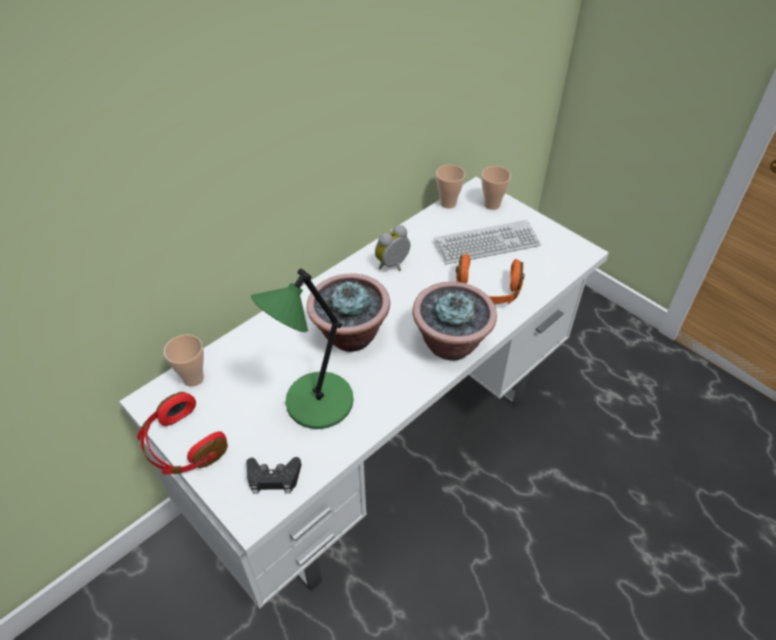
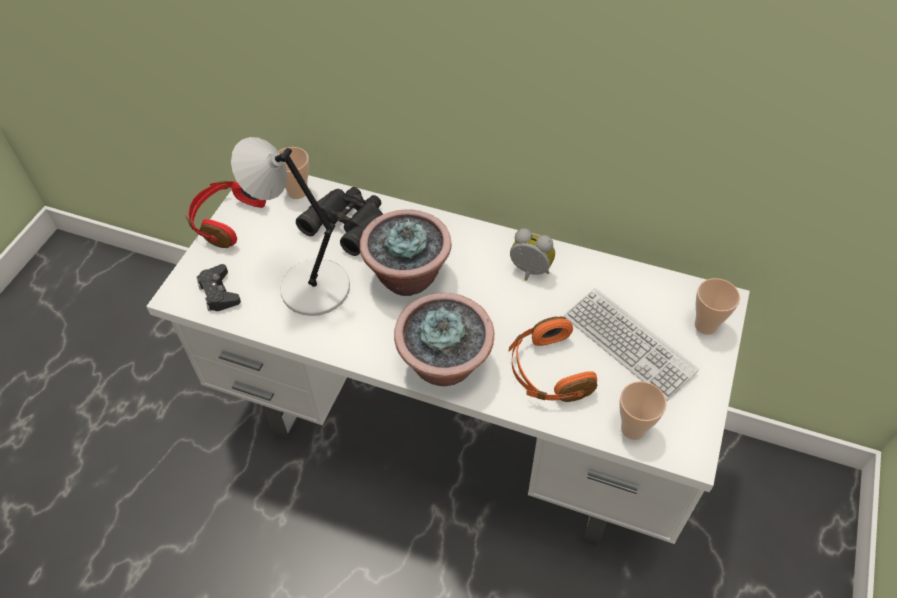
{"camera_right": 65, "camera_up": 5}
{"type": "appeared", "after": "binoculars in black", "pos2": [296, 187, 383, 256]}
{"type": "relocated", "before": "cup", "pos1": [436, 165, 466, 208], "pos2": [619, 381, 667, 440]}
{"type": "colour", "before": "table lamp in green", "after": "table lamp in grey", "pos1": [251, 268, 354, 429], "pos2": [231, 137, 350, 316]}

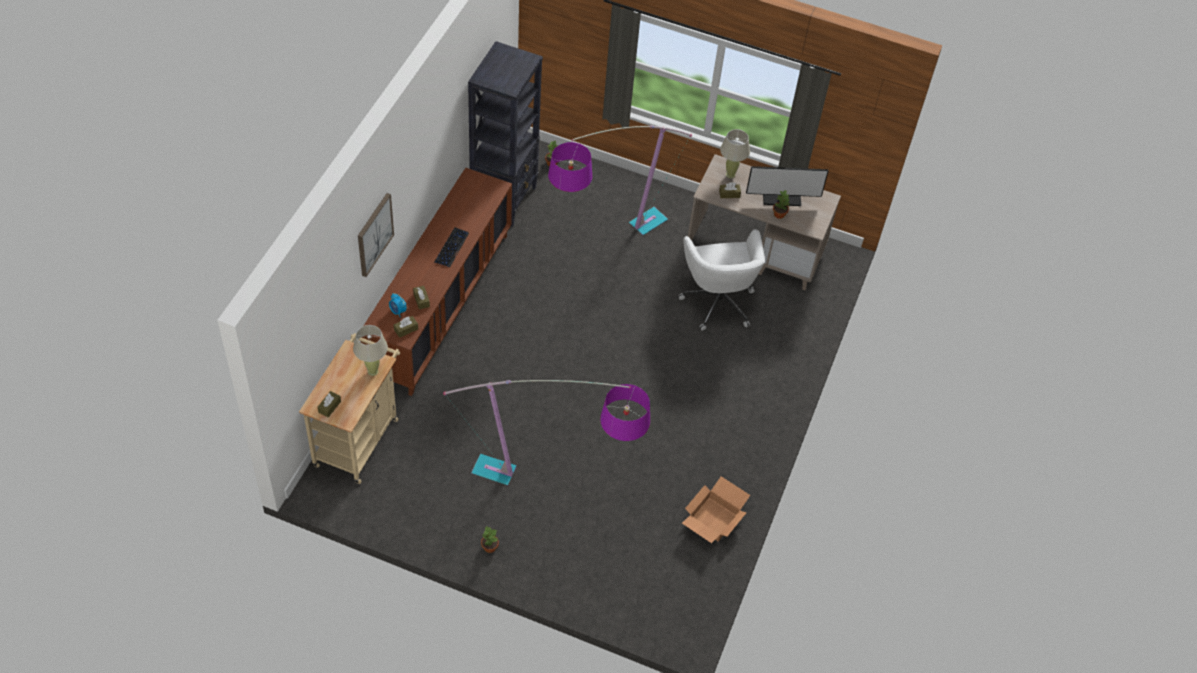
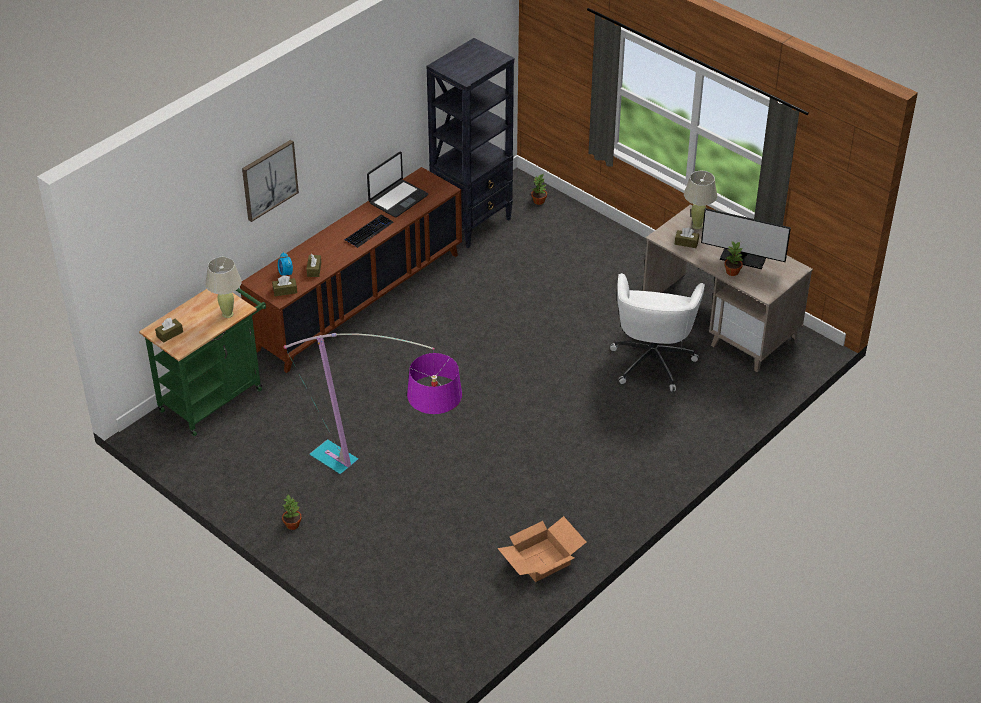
{"camera_right": 25, "camera_up": -10}
{"type": "missing", "before": "floor lamp", "pos1": [548, 125, 692, 235]}
{"type": "appeared", "after": "laptop", "pos2": [367, 152, 428, 217]}
{"type": "colour", "before": "cart in beige", "after": "cart in green", "pos1": [299, 333, 400, 484], "pos2": [139, 288, 266, 436]}

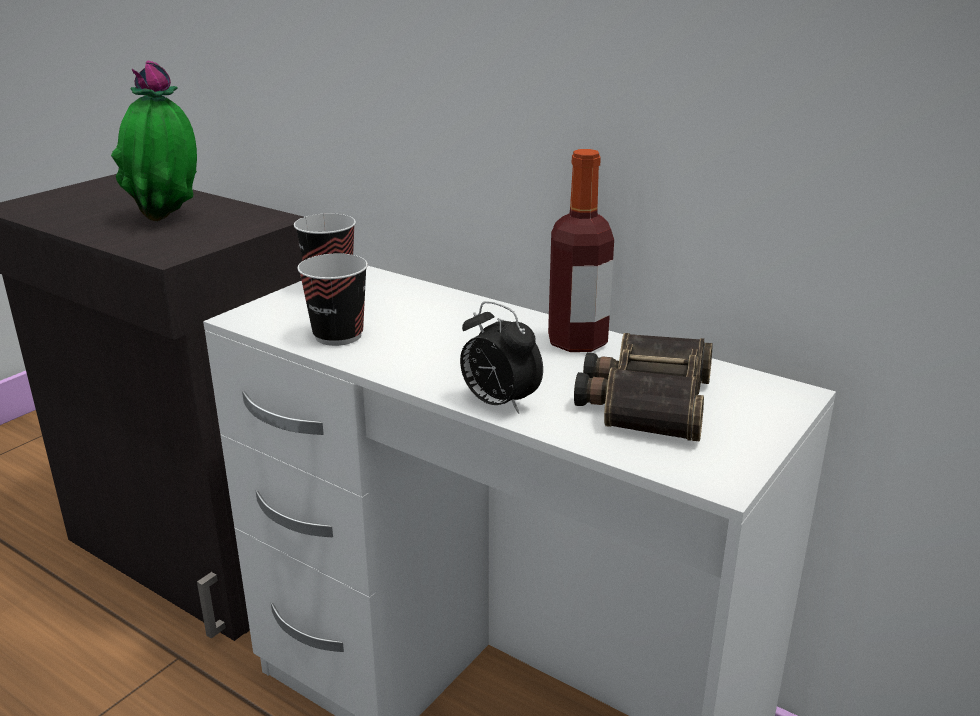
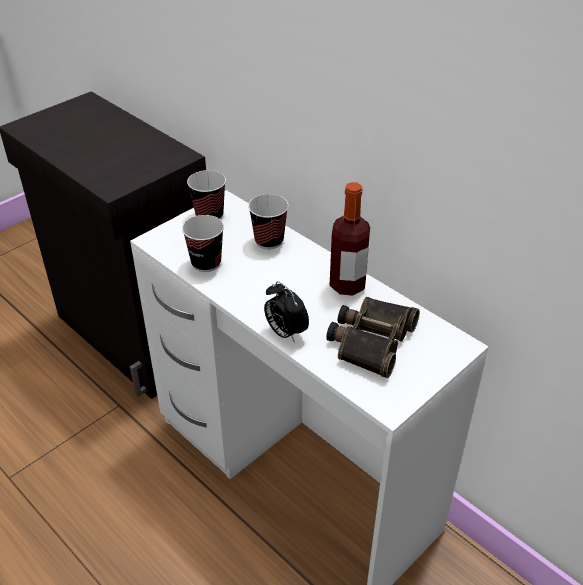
{"camera_right": 10, "camera_up": 15}
{"type": "missing", "before": "potted plant", "pos1": [111, 60, 197, 221]}
{"type": "appeared", "after": "cup", "pos2": [248, 194, 289, 249]}

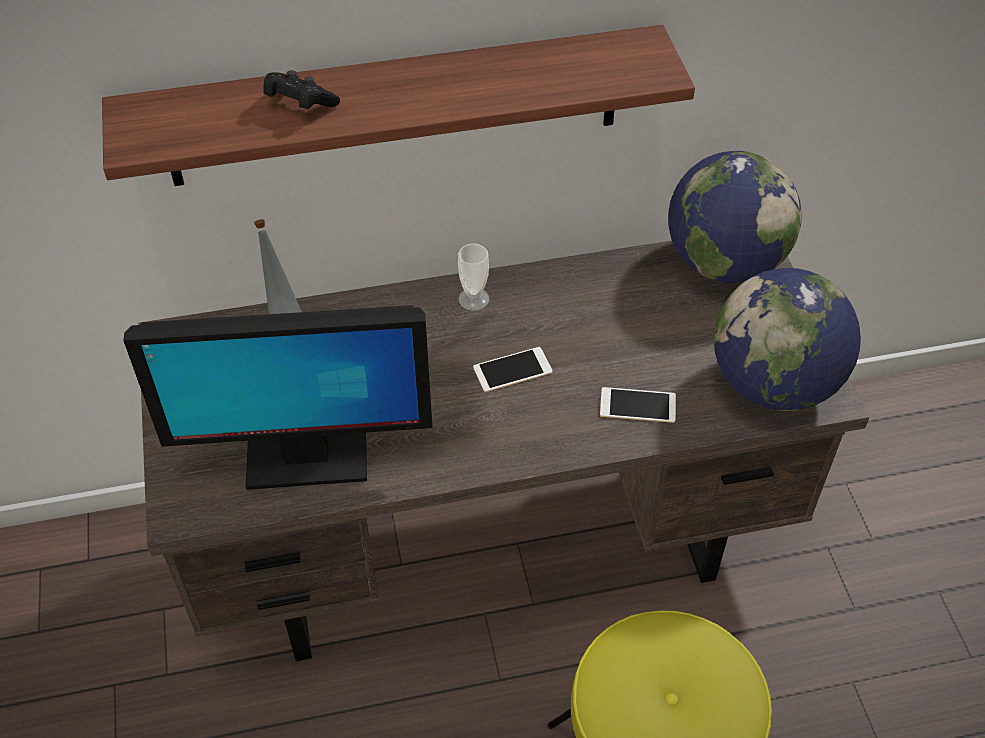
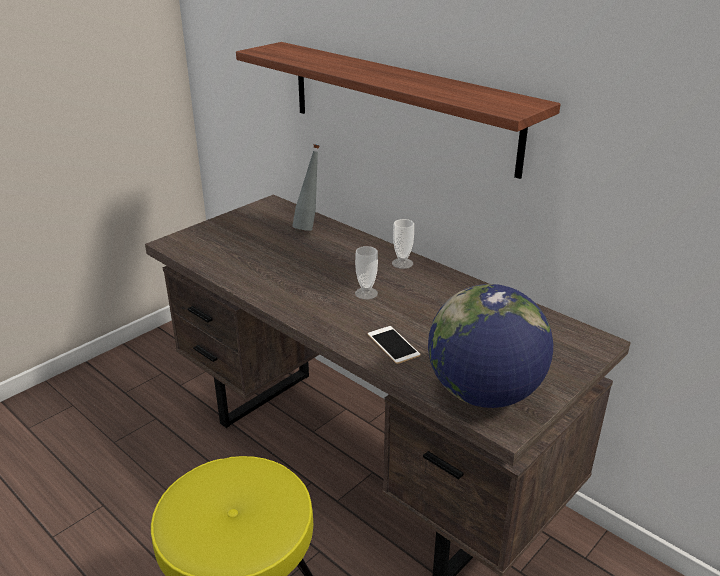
{"camera_right": 55, "camera_up": -20}
{"type": "missing", "before": "monitor", "pos1": [123, 305, 433, 490]}
{"type": "missing", "before": "game controller in black", "pos1": [263, 70, 340, 109]}
{"type": "missing", "before": "globe", "pos1": [668, 151, 802, 283]}
{"type": "exchanged", "before": "phone", "after": "cup", "pos1": [473, 347, 553, 392], "pos2": [355, 246, 378, 299]}

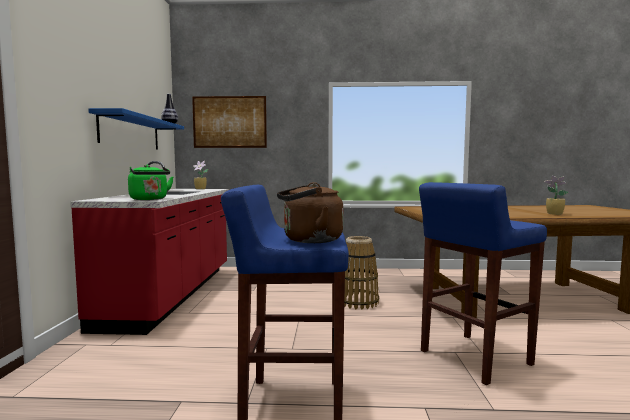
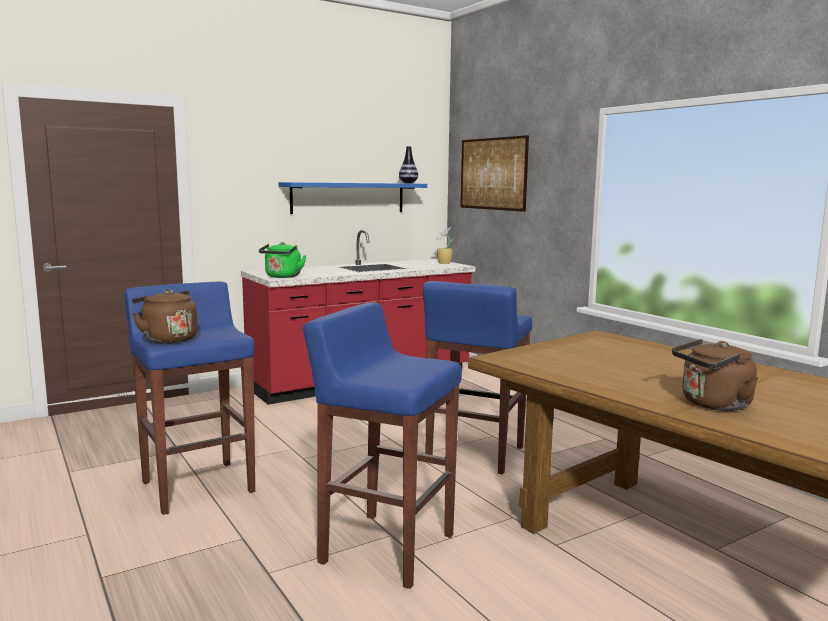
{"camera_right": 55, "camera_up": 5}
{"type": "exchanged", "before": "basket", "after": "stool in blue", "pos1": [344, 236, 379, 310], "pos2": [423, 281, 532, 474]}
{"type": "exchanged", "before": "potted plant", "after": "kettle in brown", "pos1": [544, 176, 568, 215], "pos2": [672, 339, 758, 411]}

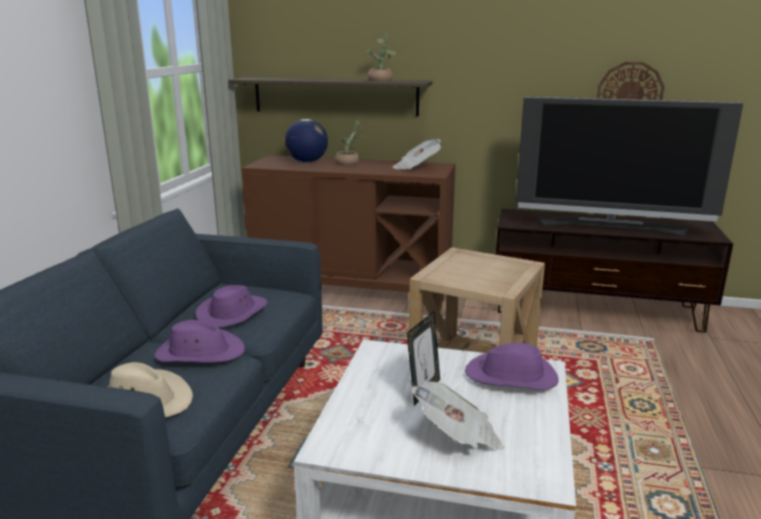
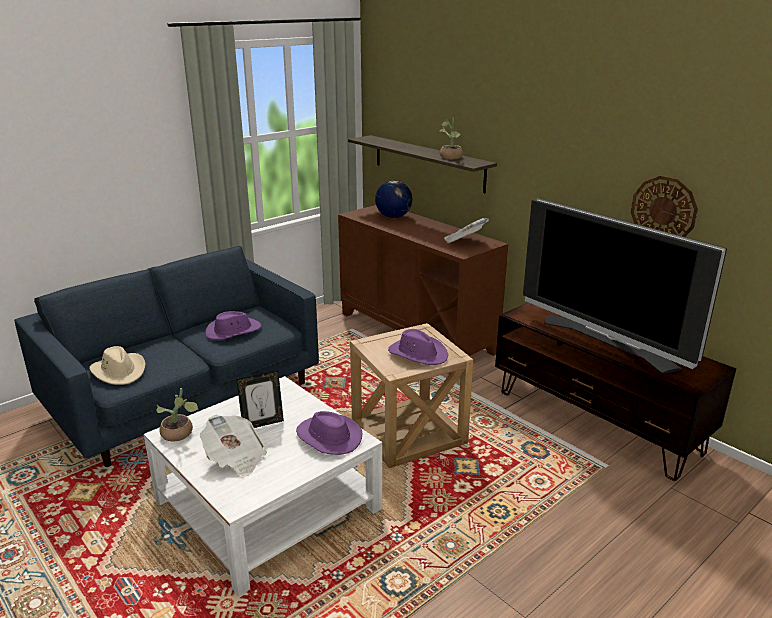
{"camera_right": 35, "camera_up": 5}
{"type": "relocated", "before": "hat in purple", "pos1": [154, 320, 245, 363], "pos2": [388, 329, 448, 365]}
{"type": "relocated", "before": "potted plant", "pos1": [335, 120, 365, 166], "pos2": [157, 388, 198, 441]}

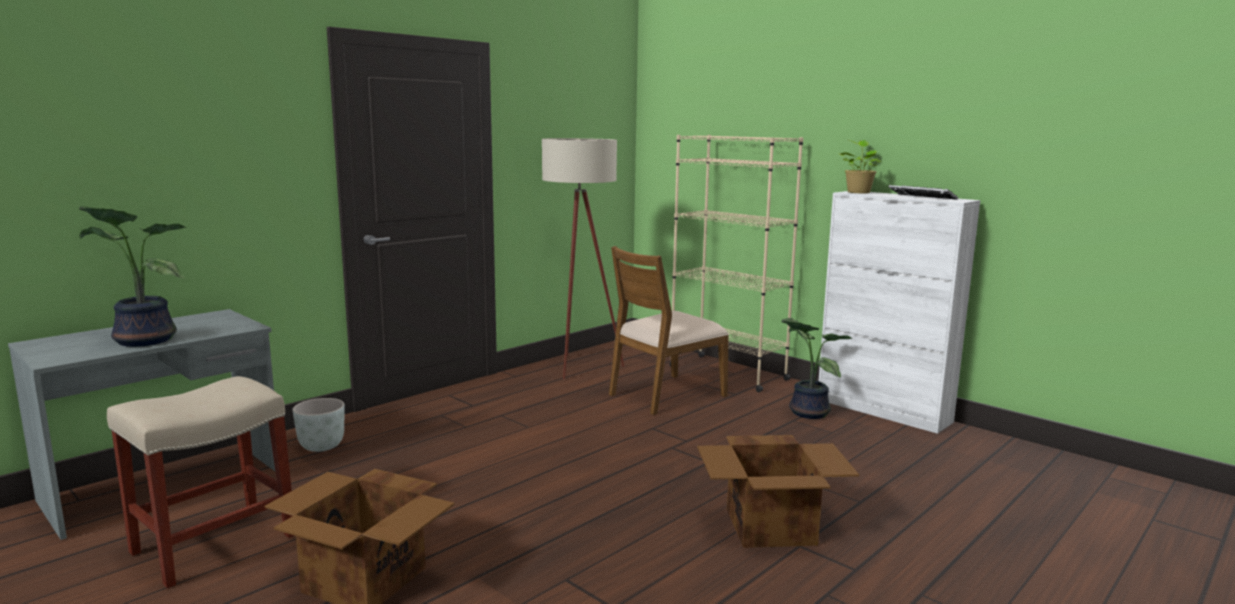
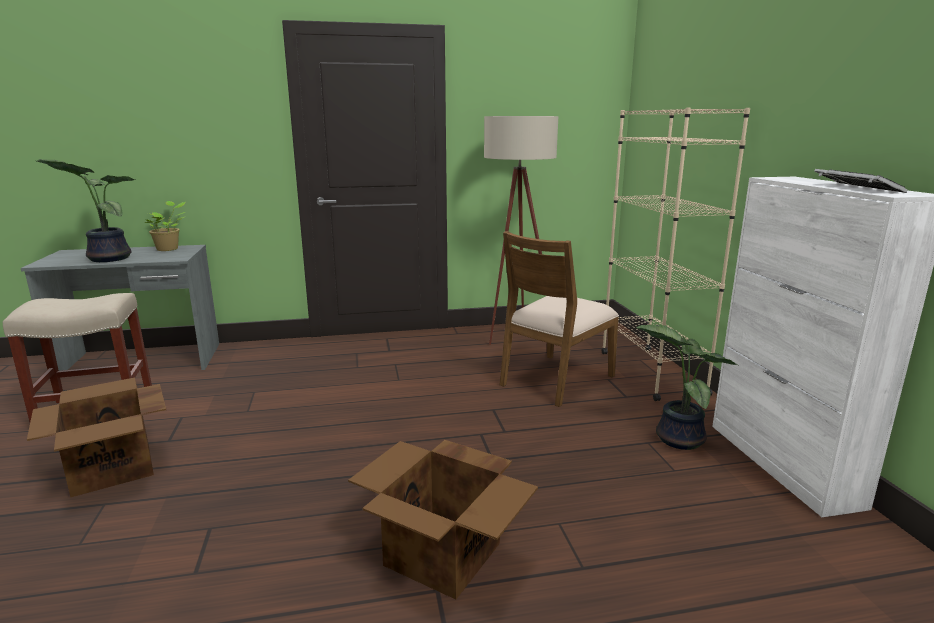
{"camera_right": 35, "camera_up": 5}
{"type": "missing", "before": "planter in grey", "pos1": [292, 398, 345, 452]}
{"type": "relocated", "before": "potted plant", "pos1": [839, 140, 882, 194], "pos2": [144, 201, 185, 251]}
{"type": "spun", "before": "chair in brown", "pos1": [609, 246, 729, 415], "pos2": [499, 231, 619, 407], "turn": -45}

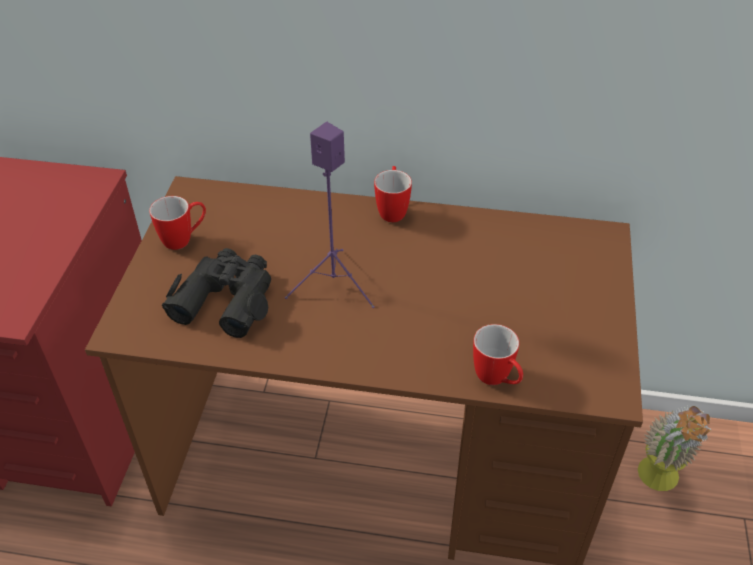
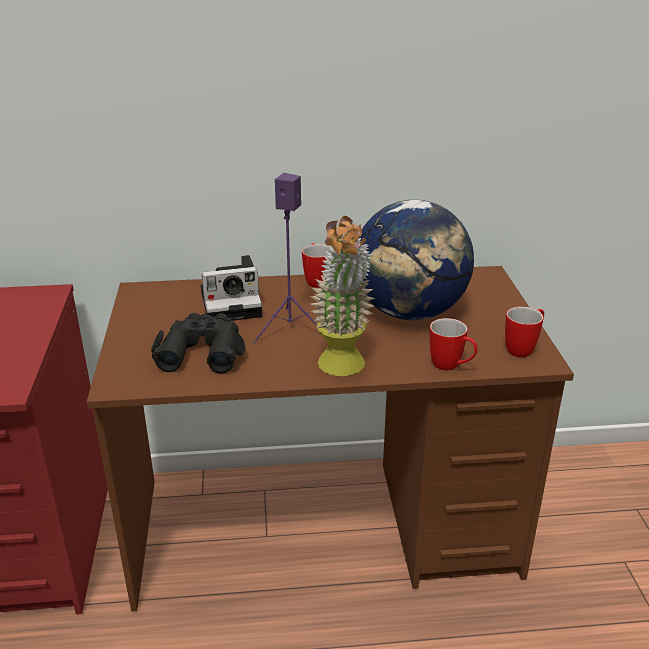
{"camera_right": -15, "camera_up": -15}
{"type": "appeared", "after": "photo camera", "pos2": [201, 255, 262, 321]}
{"type": "appeared", "after": "globe", "pos2": [359, 200, 474, 320]}
{"type": "relocated", "before": "mug", "pos1": [149, 196, 206, 250], "pos2": [505, 306, 544, 357]}
{"type": "relocated", "before": "potted plant", "pos1": [638, 406, 712, 491], "pos2": [310, 216, 375, 376]}

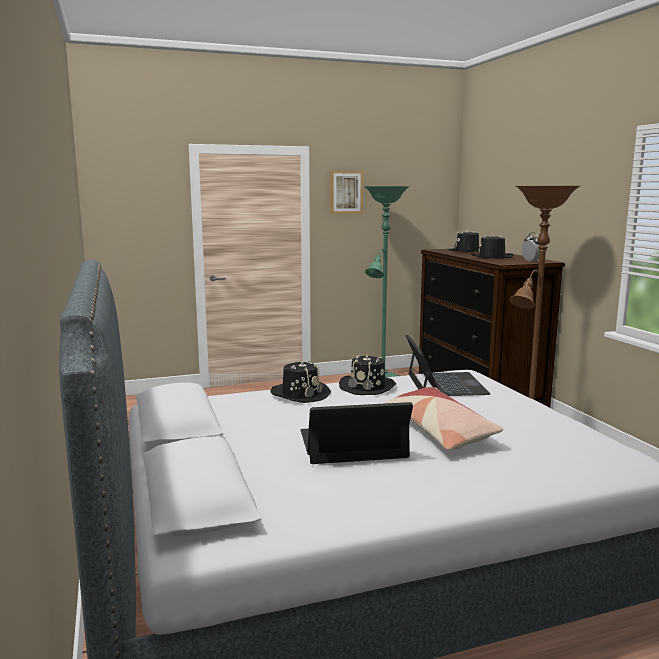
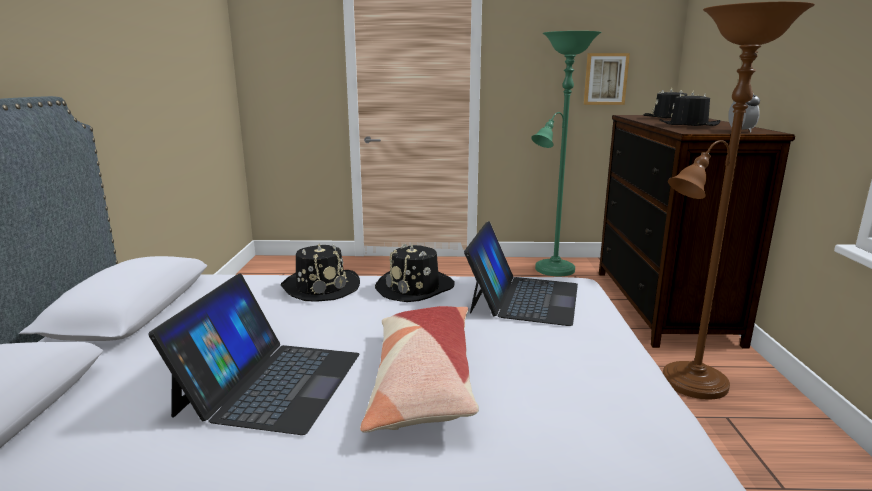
{"camera_right": 20, "camera_up": 5}
{"type": "relocated", "before": "picture", "pos1": [330, 171, 363, 214], "pos2": [584, 53, 630, 105]}
{"type": "spun", "before": "laptop", "pos1": [301, 402, 413, 464], "pos2": [148, 274, 360, 435], "turn": 90}

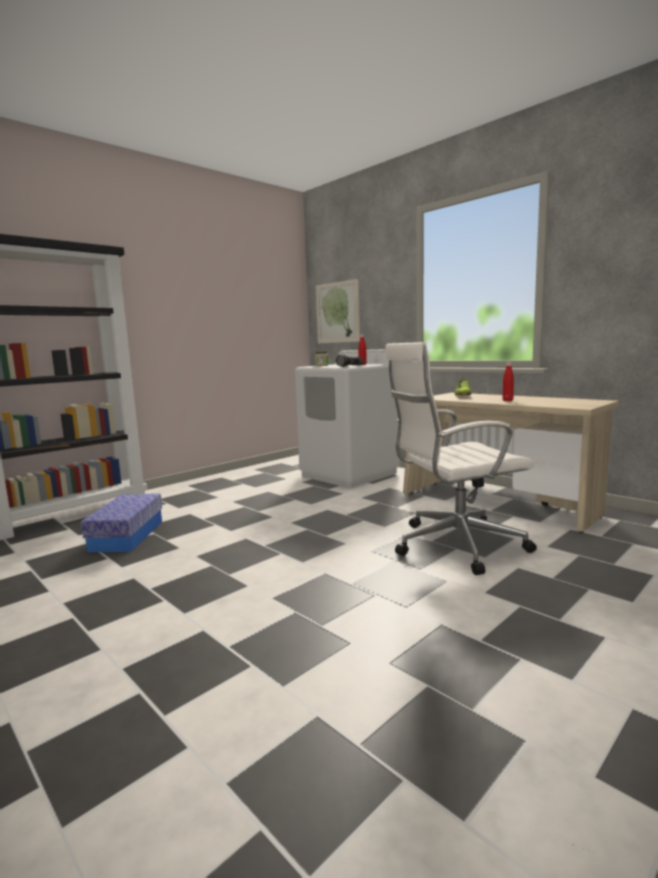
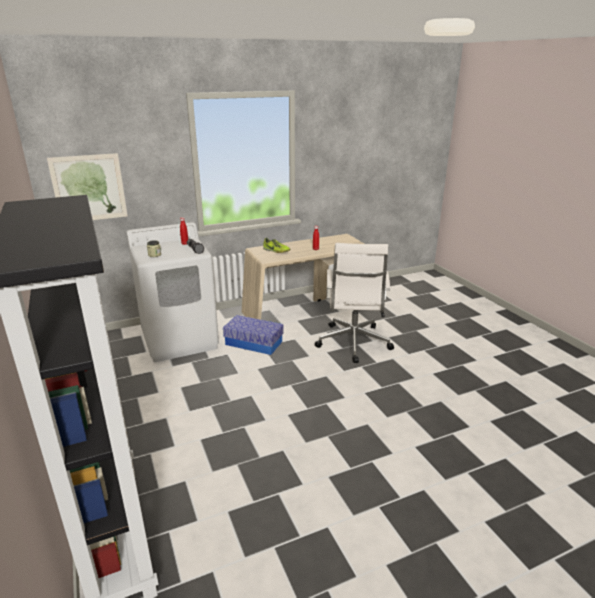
{"camera_right": -70, "camera_up": 15}
{"type": "relocated", "before": "storage box", "pos1": [81, 494, 162, 553], "pos2": [223, 315, 284, 355]}

